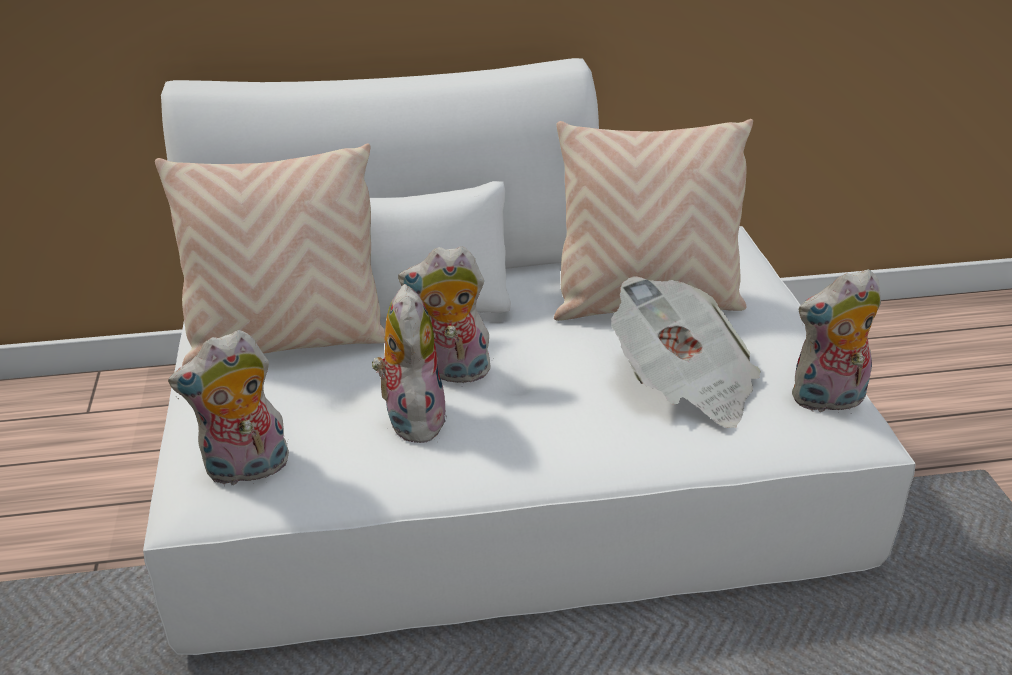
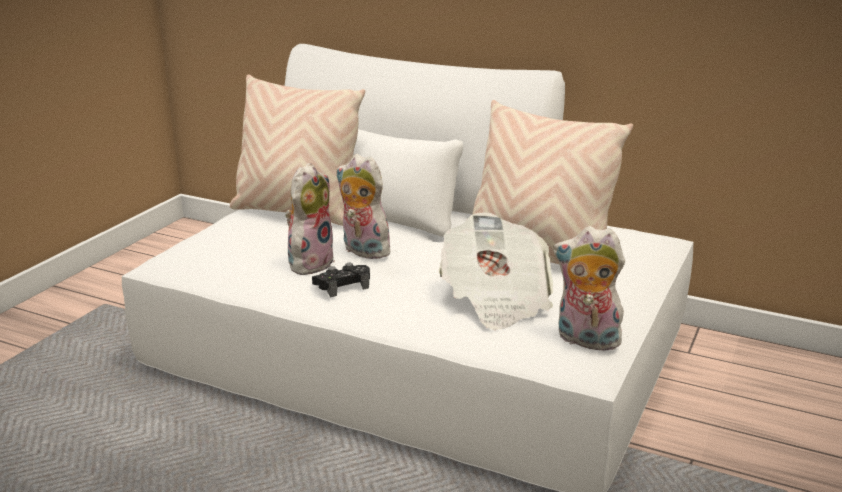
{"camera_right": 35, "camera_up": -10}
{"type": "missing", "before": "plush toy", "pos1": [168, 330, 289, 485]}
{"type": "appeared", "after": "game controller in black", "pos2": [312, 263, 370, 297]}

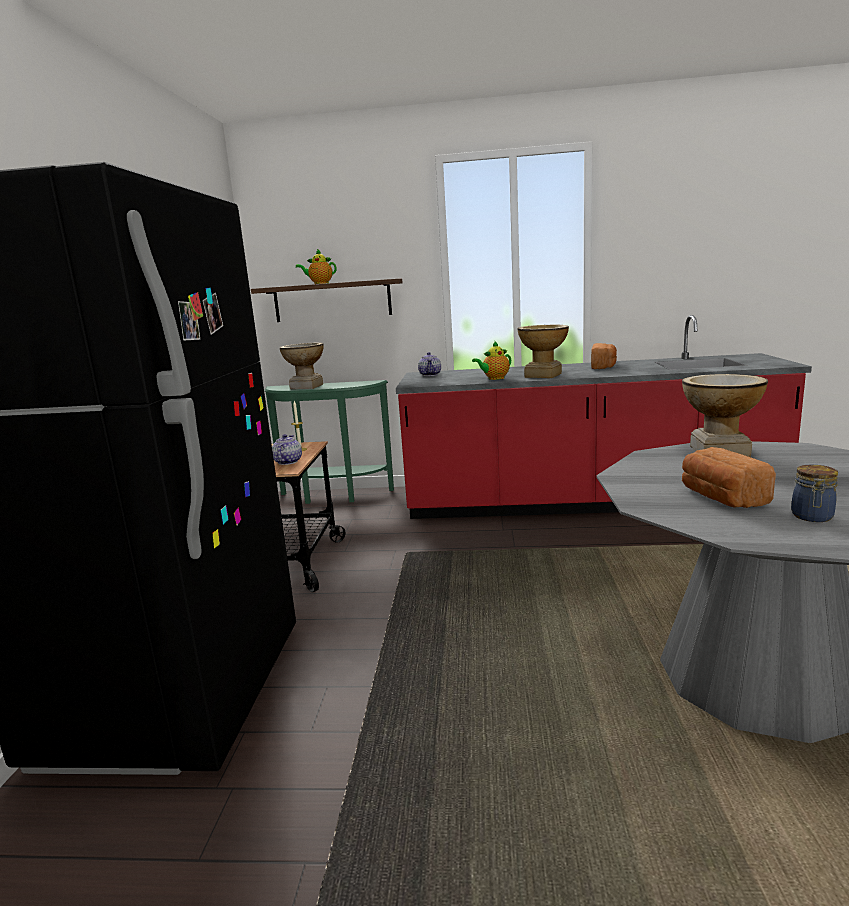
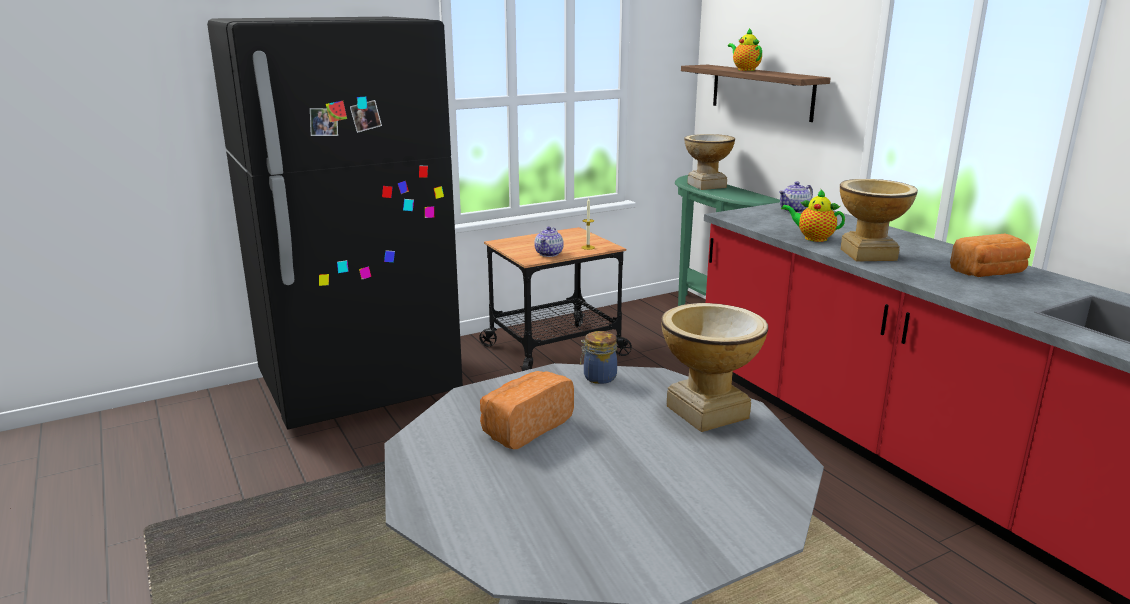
{"camera_right": 55, "camera_up": 5}
{"type": "relocated", "before": "jar", "pos1": [791, 465, 838, 522], "pos2": [580, 331, 617, 384]}
{"type": "spun", "before": "teapot", "pos1": [272, 434, 302, 465], "pos2": [534, 227, 564, 257], "turn": 135}

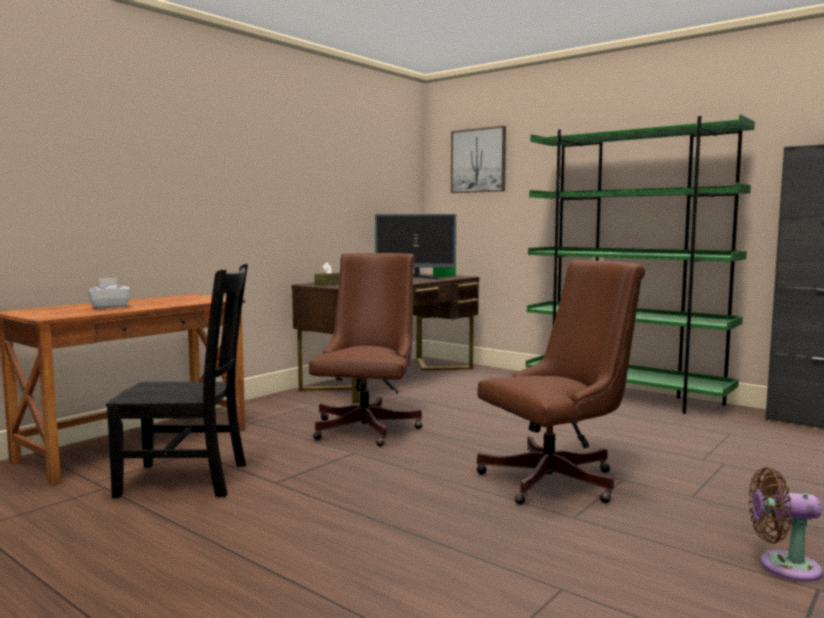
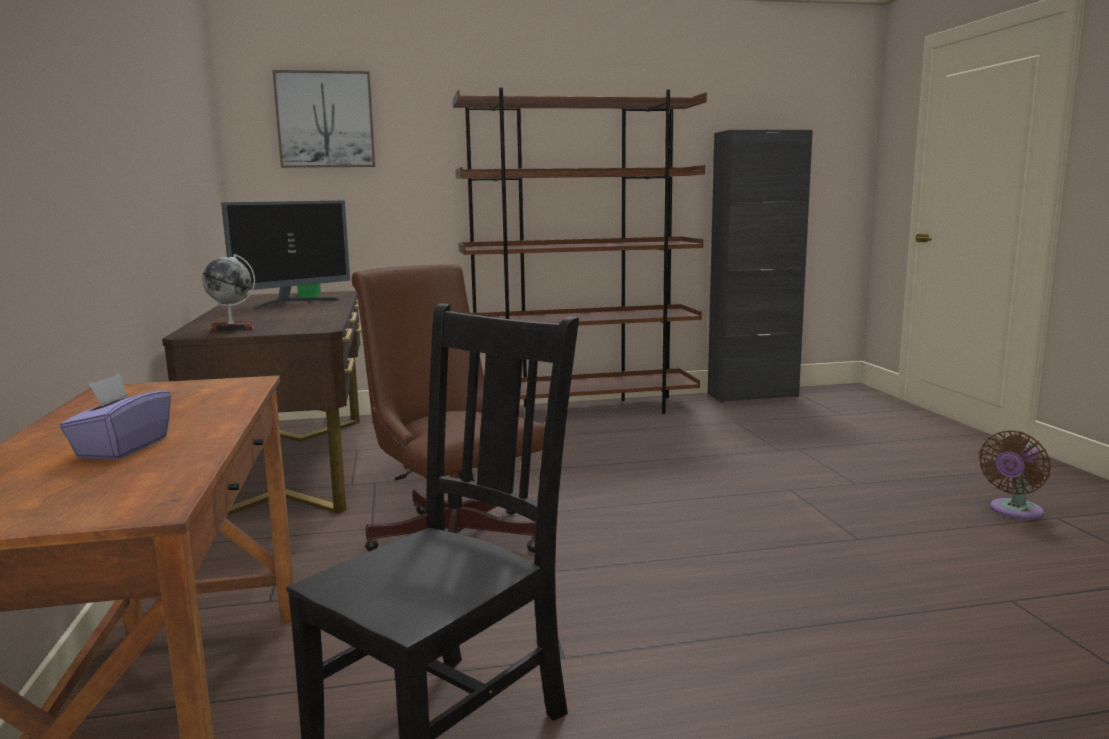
{"camera_right": -50, "camera_up": 5}
{"type": "missing", "before": "office chair in brown", "pos1": [477, 260, 646, 505]}
{"type": "exchanged", "before": "tissue box in brown", "after": "globe", "pos1": [314, 262, 340, 286], "pos2": [202, 254, 255, 333]}
{"type": "colour", "before": "tissue box in white", "after": "tissue box in purple", "pos1": [88, 277, 131, 309], "pos2": [60, 374, 171, 460]}
{"type": "colour", "before": "bookcase in green", "after": "bookcase in brown", "pos1": [526, 115, 755, 414], "pos2": [453, 88, 707, 414]}

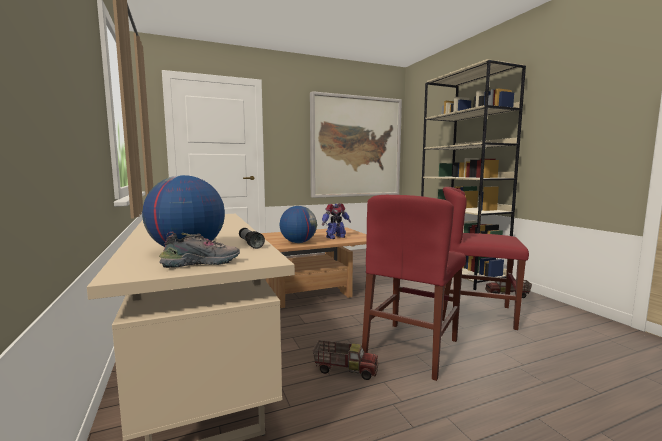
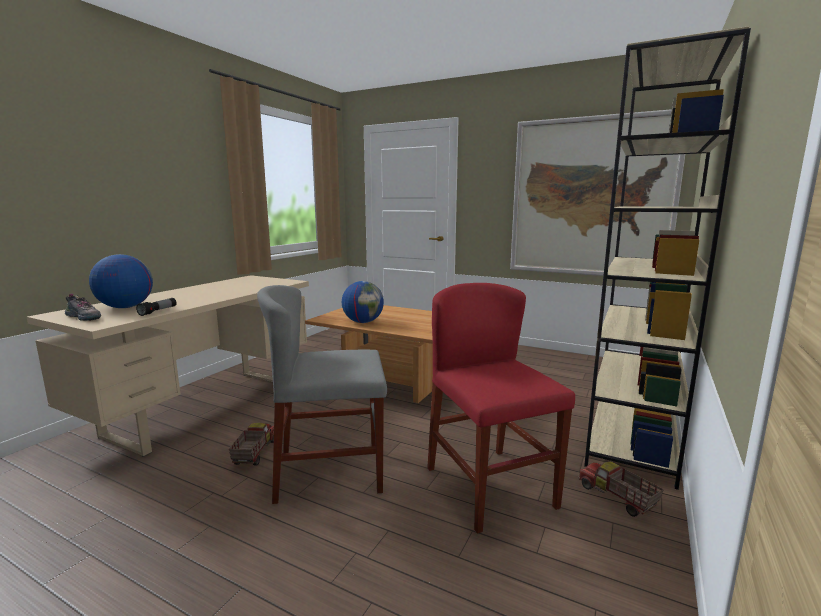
{"camera_right": 50, "camera_up": 5}
{"type": "missing", "before": "toy robot", "pos1": [322, 203, 351, 239]}
{"type": "colour", "before": "chair in red", "after": "chair in grey", "pos1": [362, 195, 466, 381], "pos2": [257, 285, 387, 504]}
{"type": "spun", "before": "toy truck", "pos1": [313, 340, 378, 380], "pos2": [229, 422, 274, 465], "turn": -150}

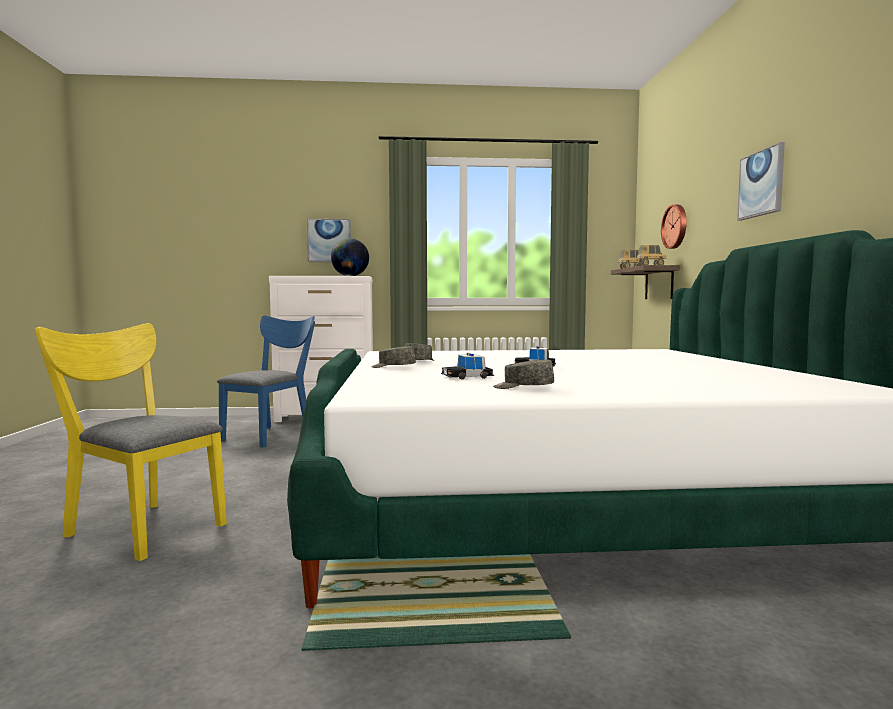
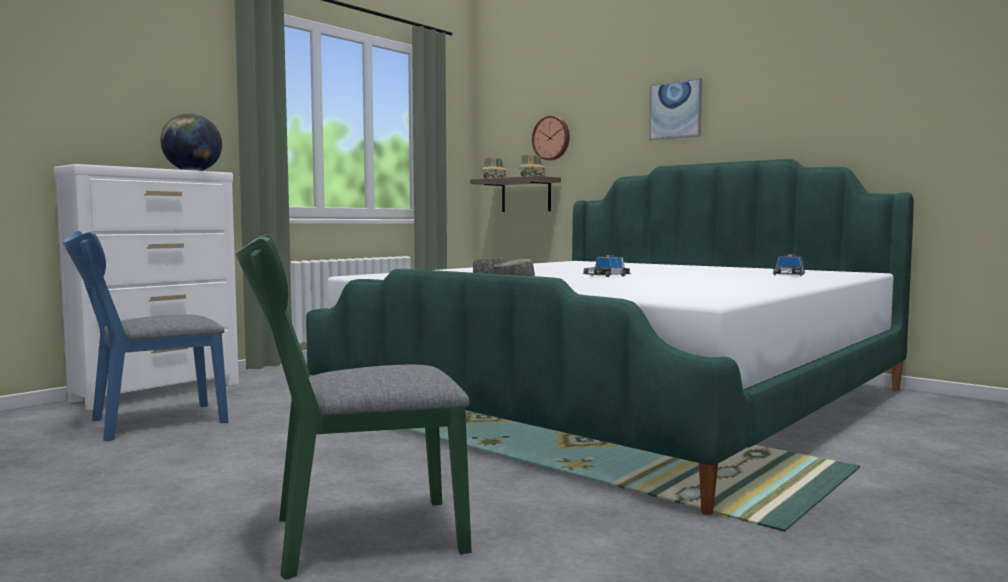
{"camera_right": -45, "camera_up": 0}
{"type": "missing", "before": "picture", "pos1": [307, 219, 351, 262]}
{"type": "missing", "before": "cap in grey", "pos1": [493, 359, 554, 389]}
{"type": "relocated", "before": "toy car", "pos1": [441, 353, 494, 380], "pos2": [772, 254, 806, 276]}
{"type": "colour", "before": "chair in yellow", "after": "chair in green", "pos1": [35, 323, 227, 561], "pos2": [235, 234, 472, 580]}
{"type": "spun", "before": "chair in blue", "pos1": [217, 315, 315, 447], "pos2": [62, 231, 228, 441], "turn": -105}

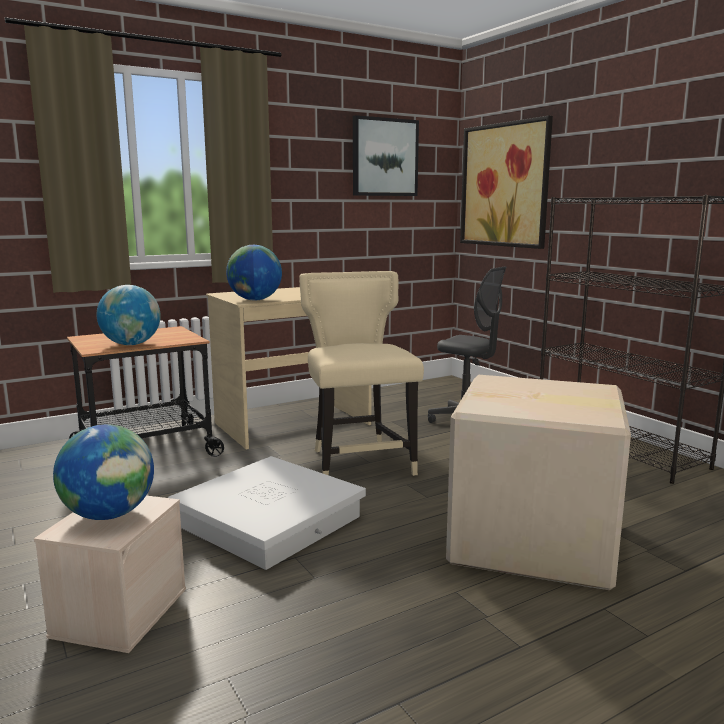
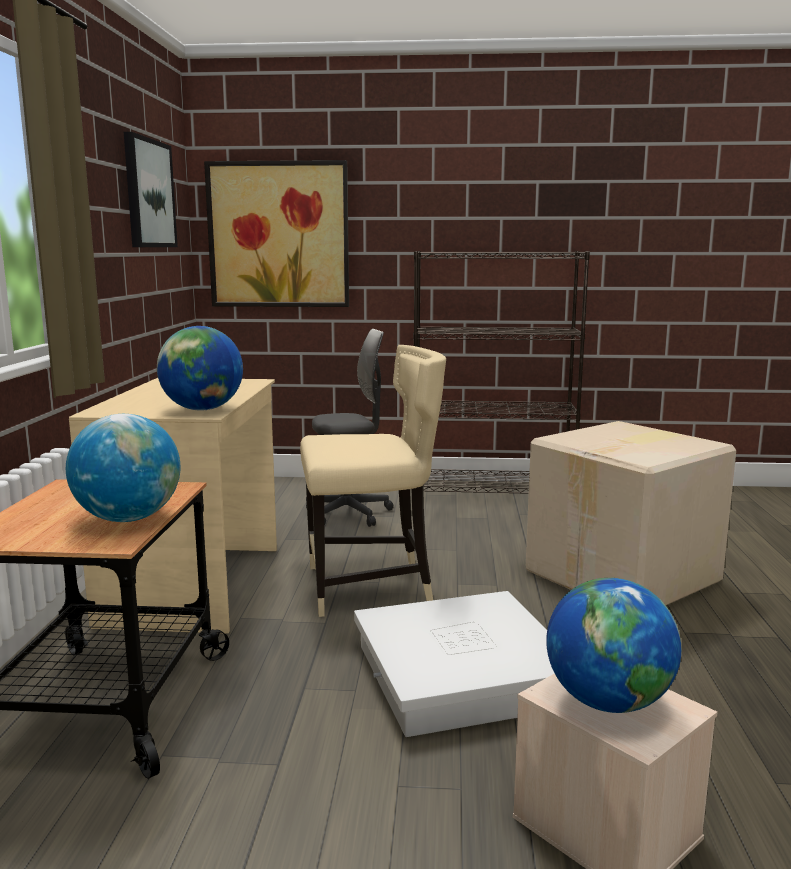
{"camera_right": -55, "camera_up": 0}
{"type": "spun", "before": "chair in beige", "pos1": [299, 271, 424, 476], "pos2": [300, 345, 446, 617], "turn": 150}

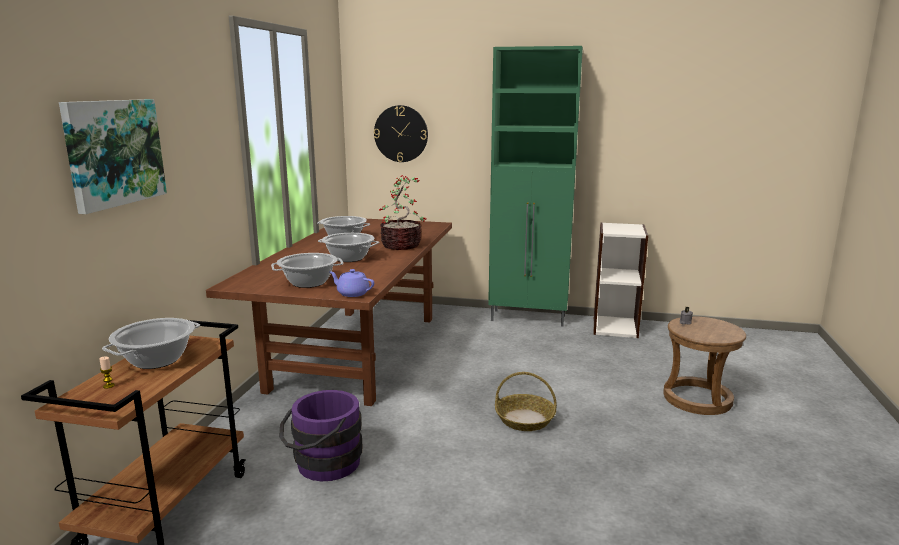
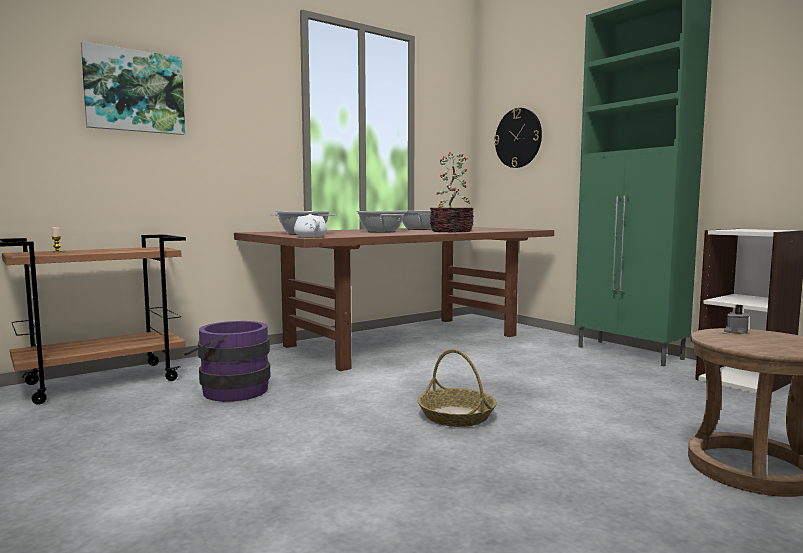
{"camera_right": 40, "camera_up": -10}
{"type": "missing", "before": "cooking pot", "pos1": [102, 318, 200, 369]}
{"type": "colour", "before": "teapot in purple", "after": "teapot in white", "pos1": [329, 269, 374, 297], "pos2": [294, 211, 327, 237]}

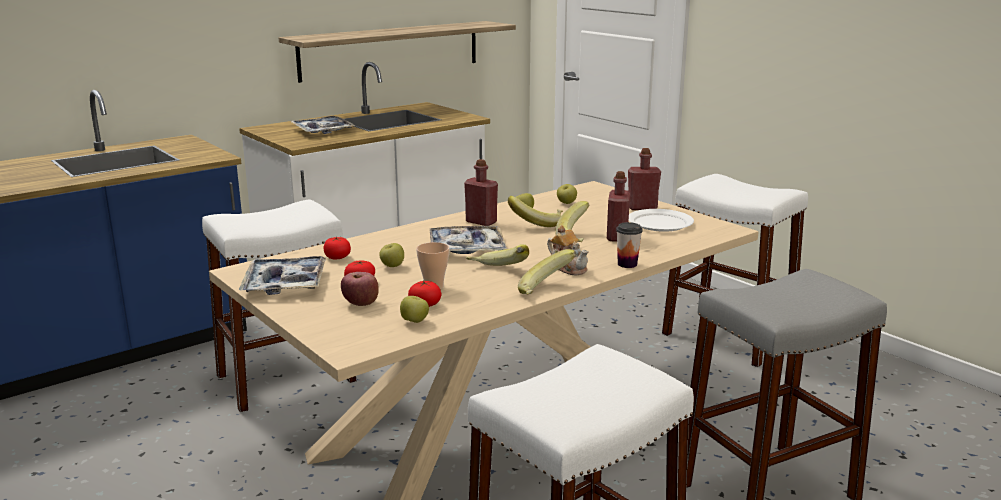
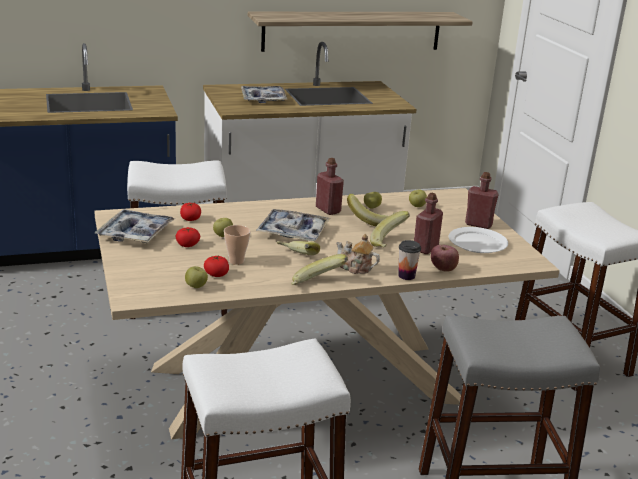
{"camera_right": 20, "camera_up": 5}
{"type": "relocated", "before": "apple", "pos1": [341, 272, 379, 306], "pos2": [431, 245, 459, 272]}
{"type": "spun", "before": "teapot", "pos1": [547, 225, 589, 275], "pos2": [336, 234, 380, 274], "turn": 135}

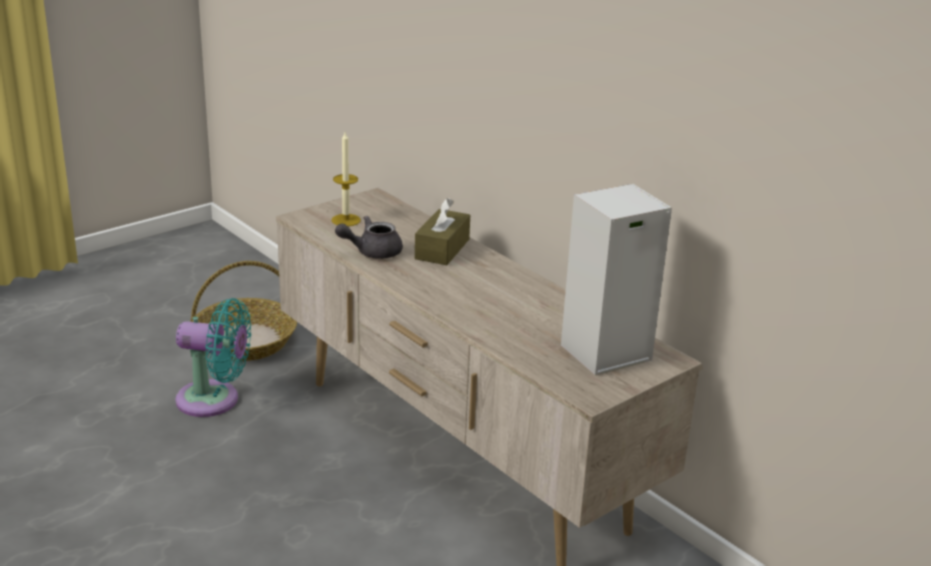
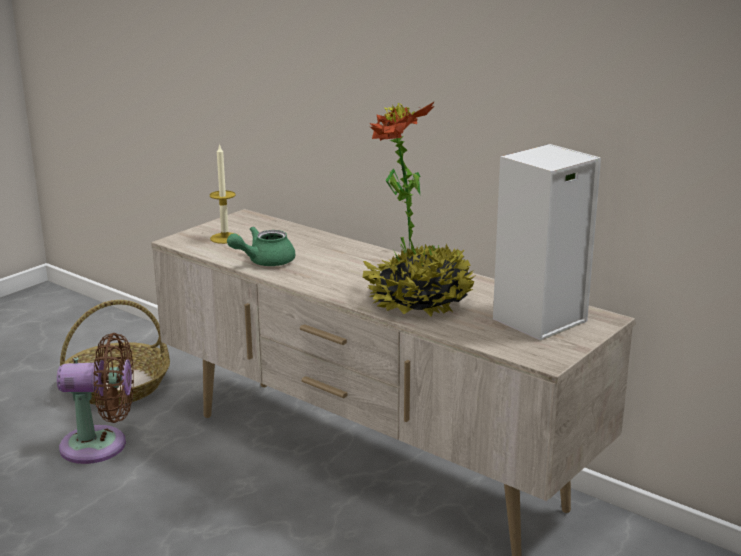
{"camera_right": -10, "camera_up": -5}
{"type": "missing", "before": "tissue box in brown", "pos1": [415, 198, 470, 265]}
{"type": "appeared", "after": "potted plant", "pos2": [363, 102, 476, 316]}
{"type": "colour", "before": "fan in turquoise", "after": "fan in brown", "pos1": [175, 298, 251, 417], "pos2": [57, 333, 134, 464]}
{"type": "colour", "before": "teapot in grey", "after": "teapot in green", "pos1": [335, 216, 403, 259], "pos2": [227, 227, 295, 266]}

